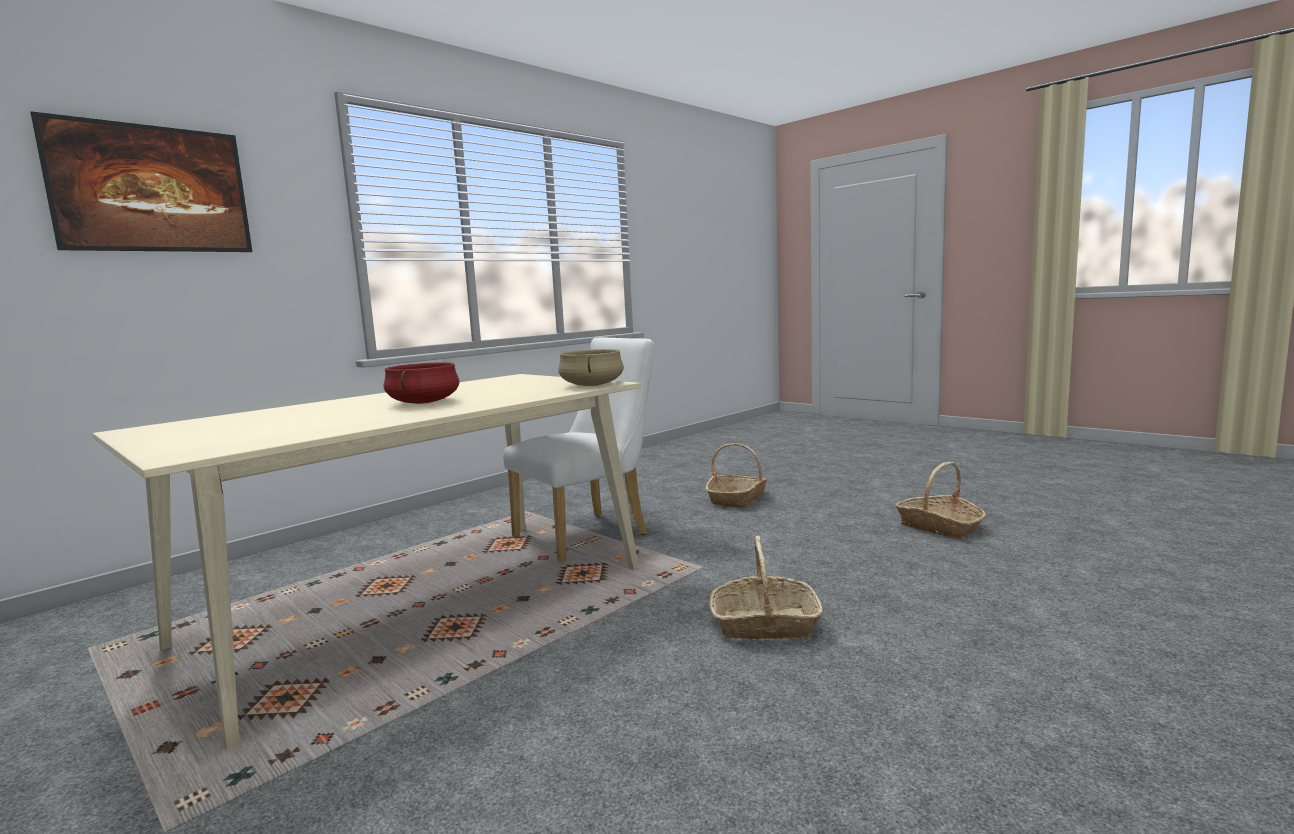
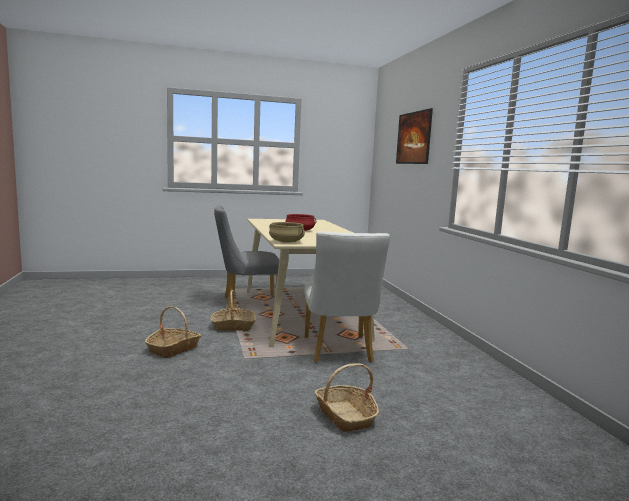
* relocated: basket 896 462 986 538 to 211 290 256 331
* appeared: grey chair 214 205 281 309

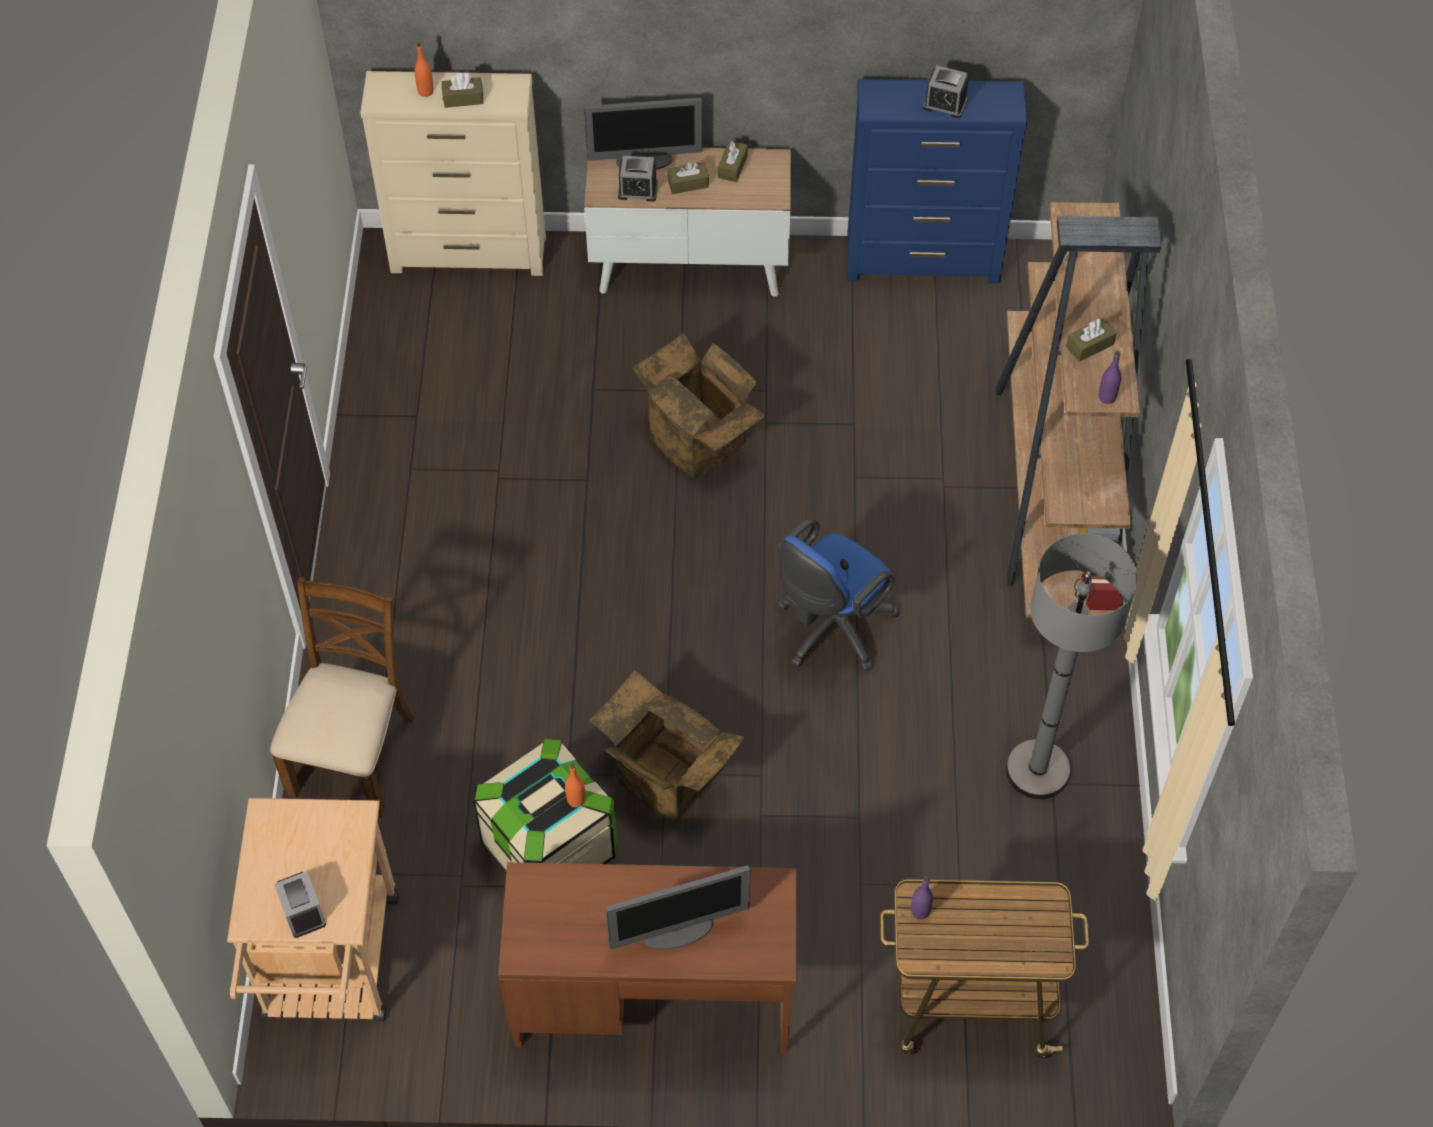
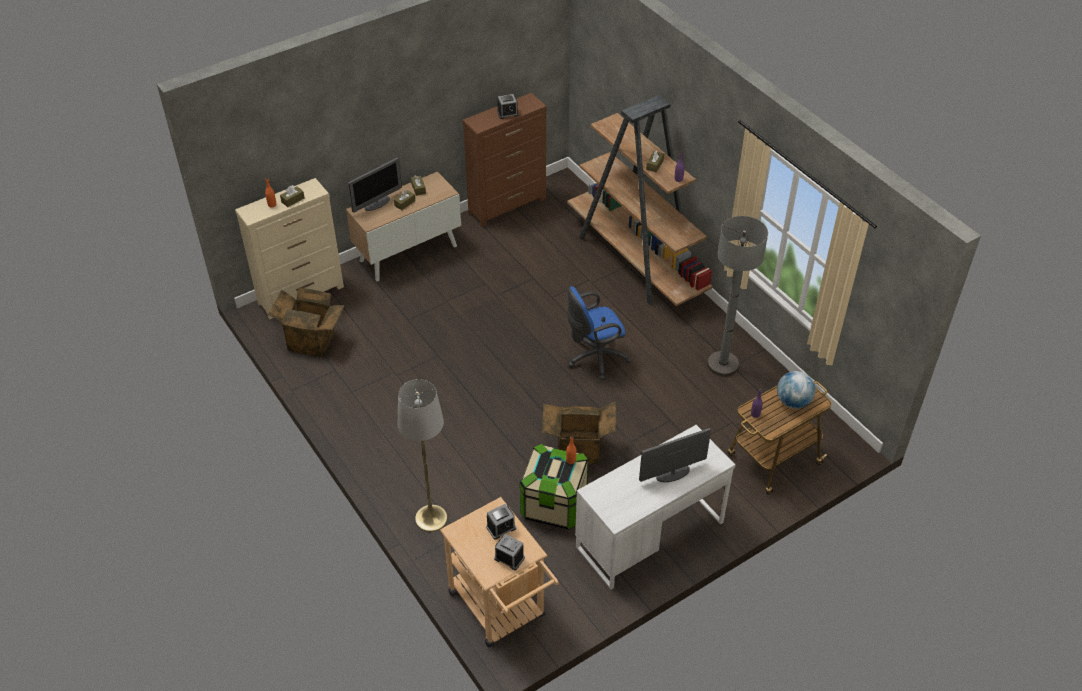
* exchanged: brown chair 270 577 414 817 to grey floor lamp 398 379 448 532
* colour: brown desk 498 862 796 1053 to white desk 575 425 735 590
* spun: monitor 605 865 751 950 = 639 428 711 482 150 degrees counterclockwise
* relocated: alarm clock 618 156 658 201 to 486 504 516 540
* relocated: cardboard box 632 333 766 479 to 268 288 345 356
* spun: blue office chair 776 518 900 672 = 567 286 632 380 60 degrees clockwise
* colour: blue dresser 847 79 1027 284 to brown dresser 463 93 547 227
* appeared: globe 777 371 815 409

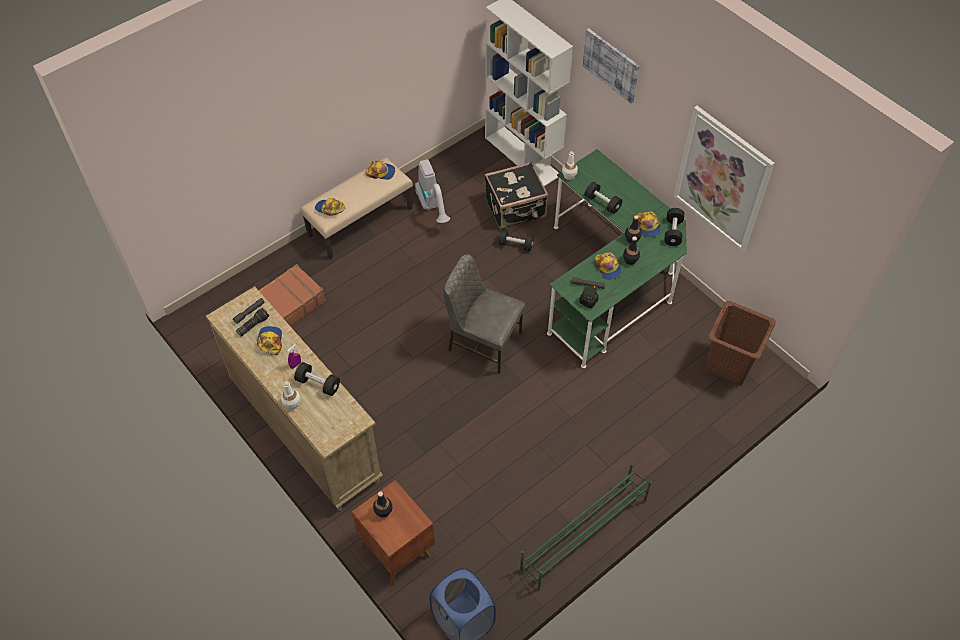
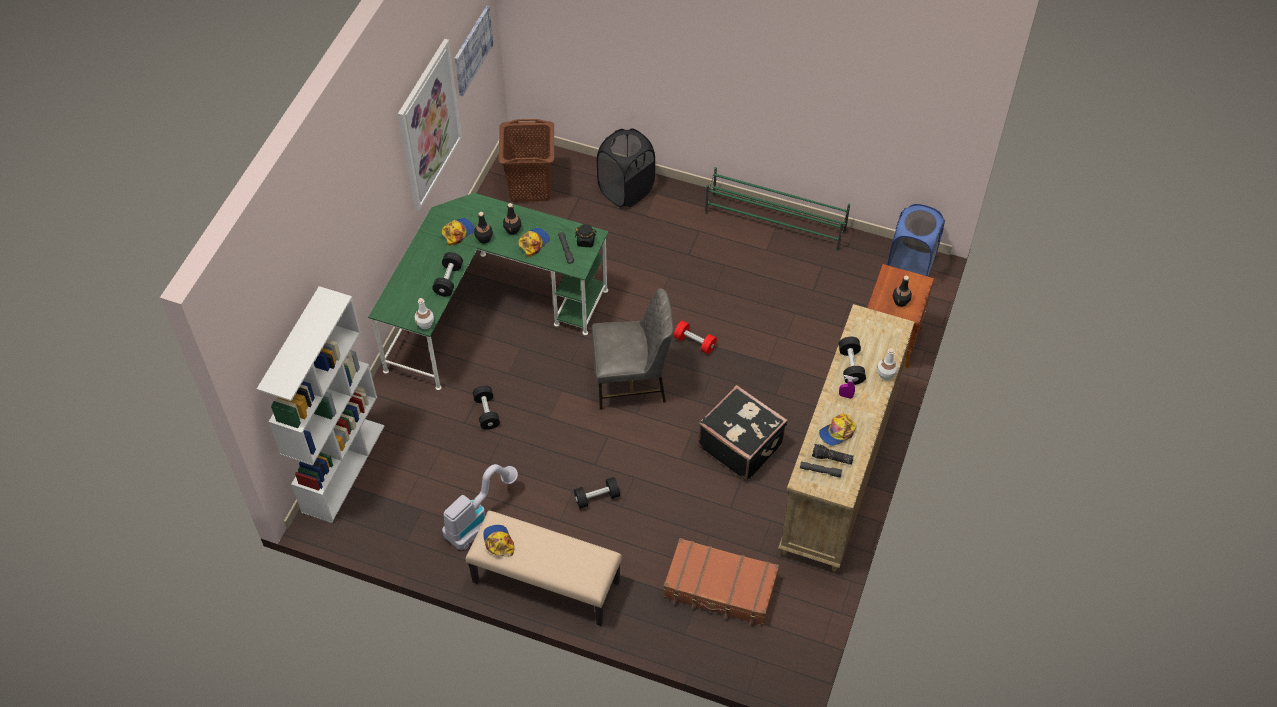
* missing: cap 315 198 345 216
* spun: grey chair 443 254 525 374 = 592 288 674 410 90 degrees counterclockwise
* relocated: black suitcase 485 162 548 229 to 698 385 788 481
* relocated: picture 582 28 639 103 to 455 6 493 96
* relocated: black dumbbell 664 208 684 246 to 574 477 620 509
* appeared: black laundry basket 597 128 655 207
* appeared: red dumbbell 674 320 717 354

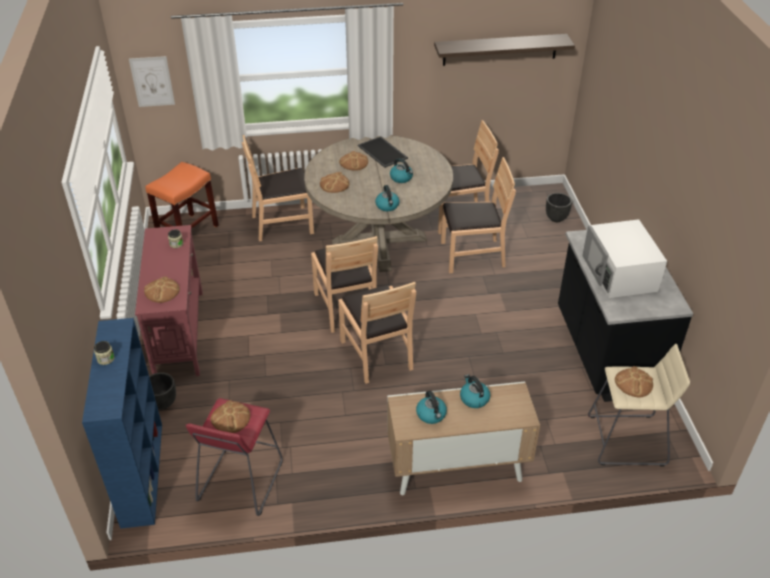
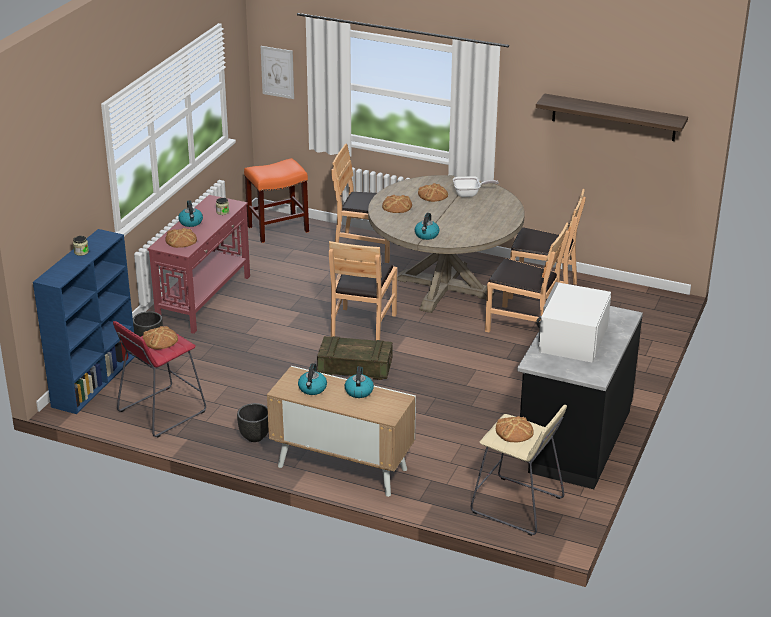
* exchanged: brown chair 338 282 416 384 to crate 317 336 393 380
* exchanged: tray 358 136 408 168 to frying pan 453 176 499 197
* relocated: kettle 390 158 413 183 to 178 200 203 227
* relocated: black planter 546 193 572 222 to 237 403 269 442

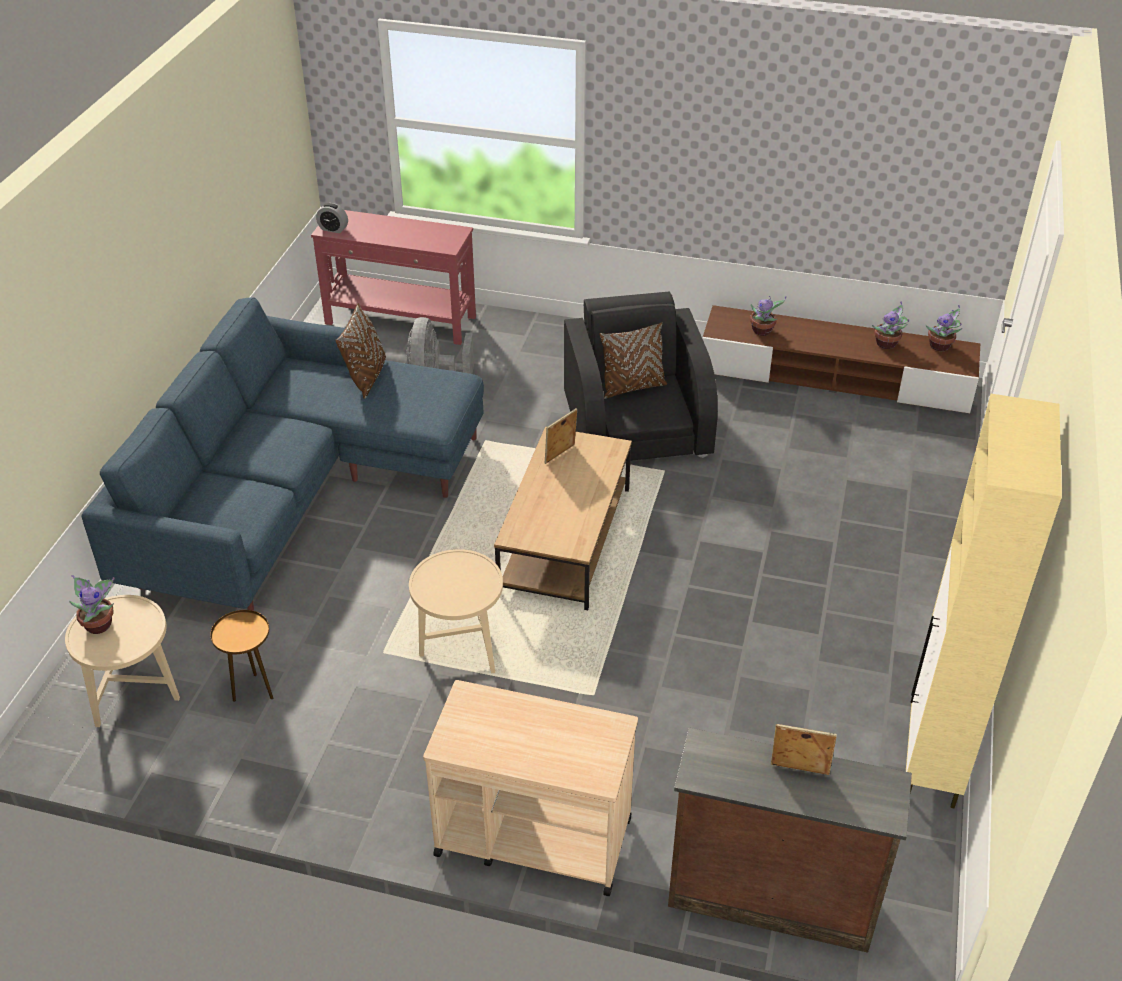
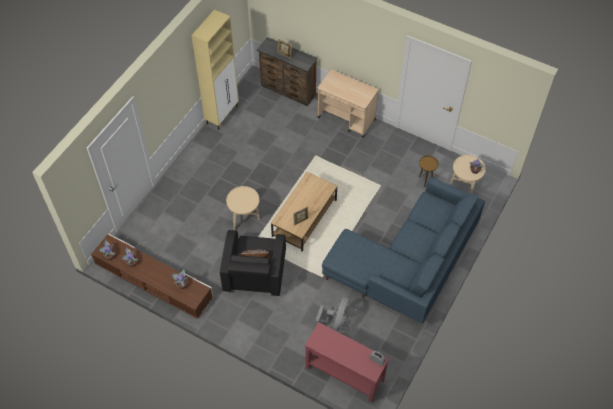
* missing: brown pillow 335 303 386 399
* relocated: beige side table 409 549 503 673 to 226 186 260 230

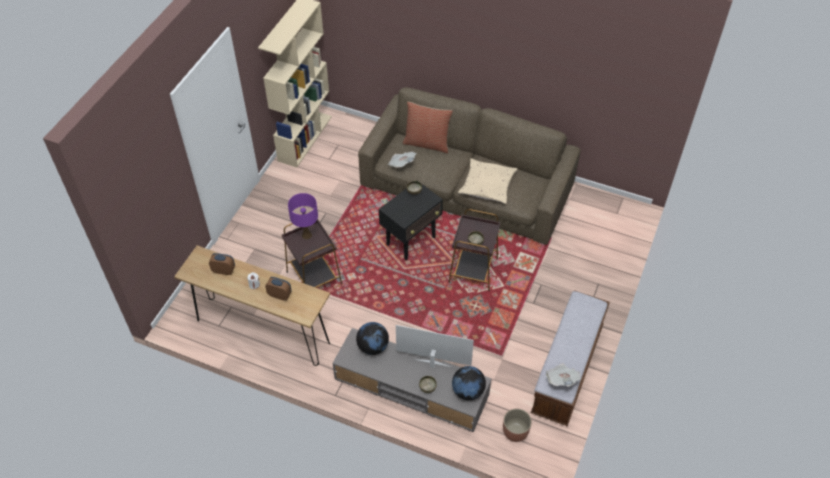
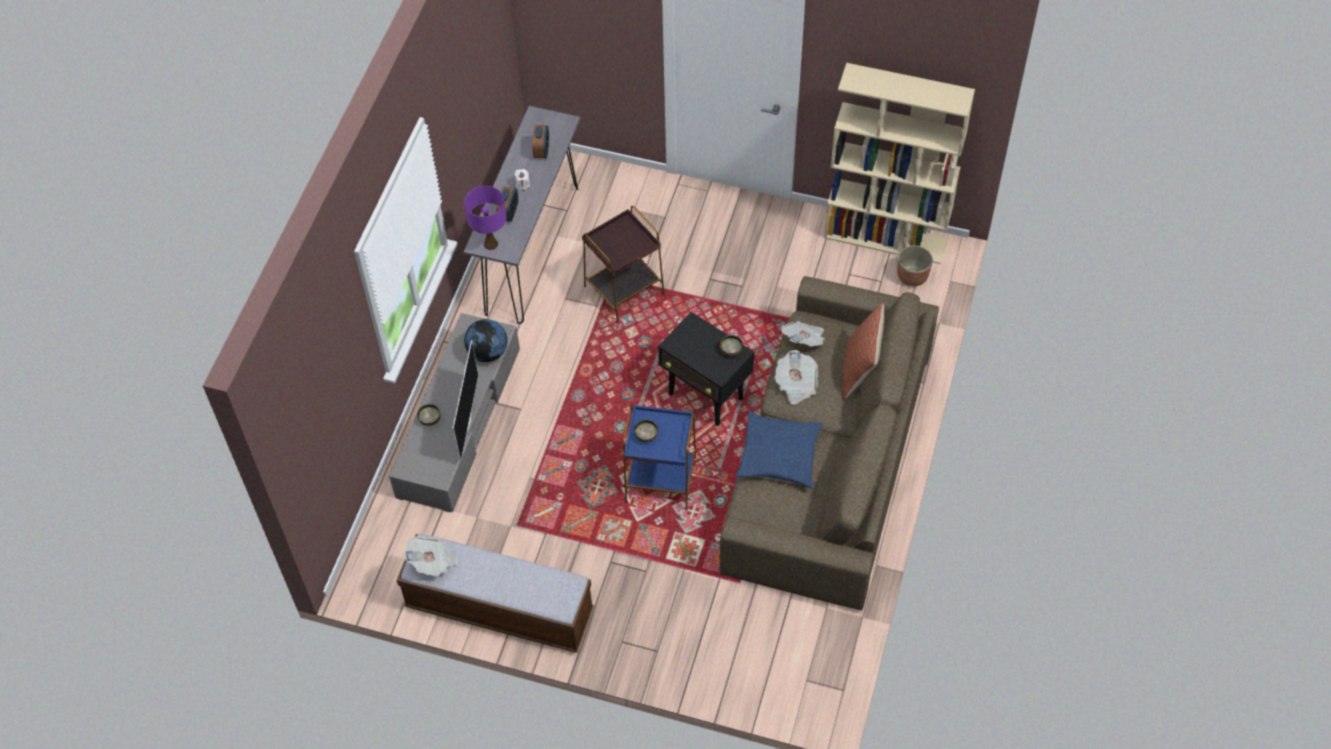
* colour: brown console table 174 245 330 366 to grey console table 464 106 580 324
* relocated: purple table lamp 288 193 318 240 to 464 186 506 250
* colour: brown side table 449 209 501 291 to blue side table 623 404 696 511
* missing: globe 452 366 486 400
* colour: beige pillow 458 158 518 204 to blue pillow 736 411 823 489
* relocated: planter 503 409 532 442 to 897 245 933 287
* appeared: newspaper 774 350 818 405

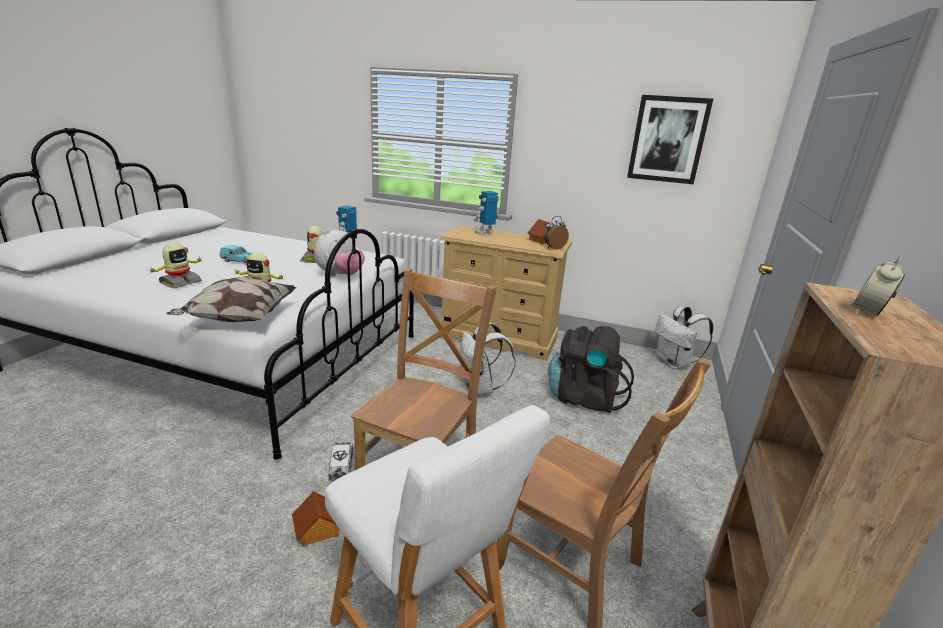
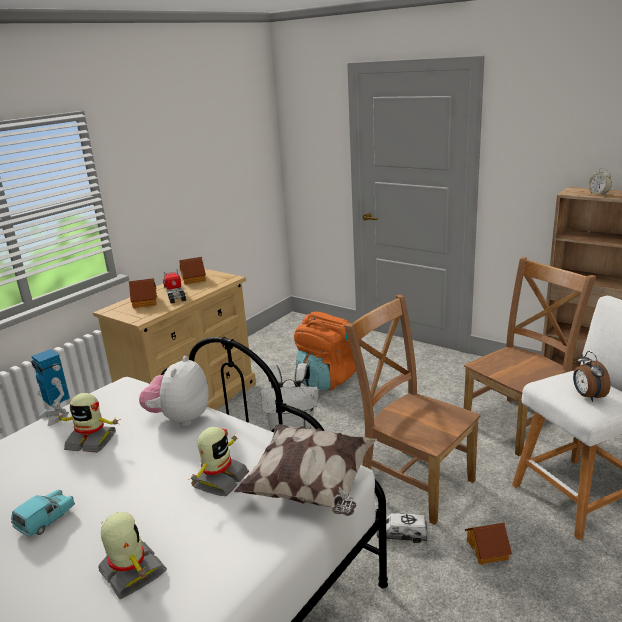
* spun: plush toy 314 227 365 276 = 139 356 209 426 135 degrees counterclockwise
* exchanged: toy robot 474 191 499 236 to toy house 128 278 157 308
* relocated: alarm clock 544 216 569 250 to 573 351 611 402
* colour: black backpack 548 326 634 413 to orange backpack 294 311 361 391
* missing: picture 627 95 713 184
* missing: white backpack 655 306 713 369
* appeared: toy truck 163 270 186 304

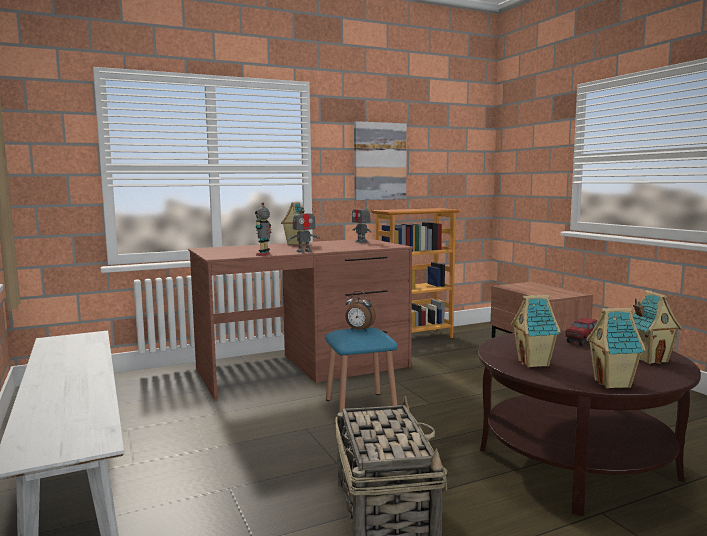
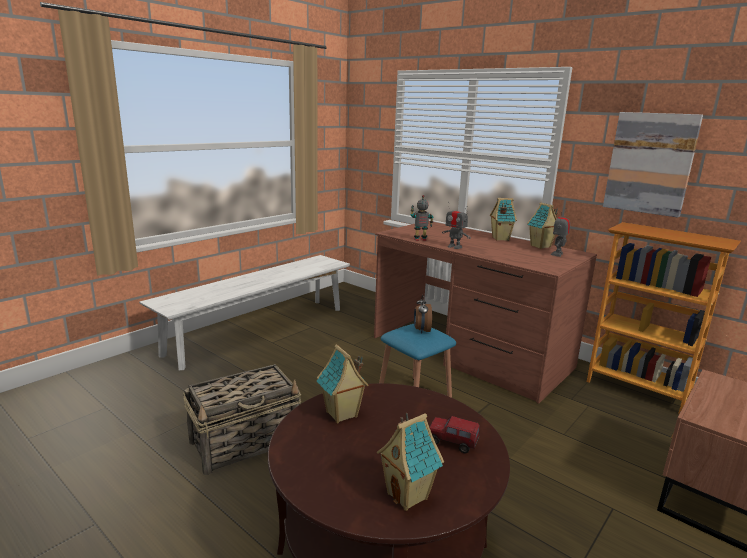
* relocated: toy house 586 308 646 389 to 527 202 558 249

